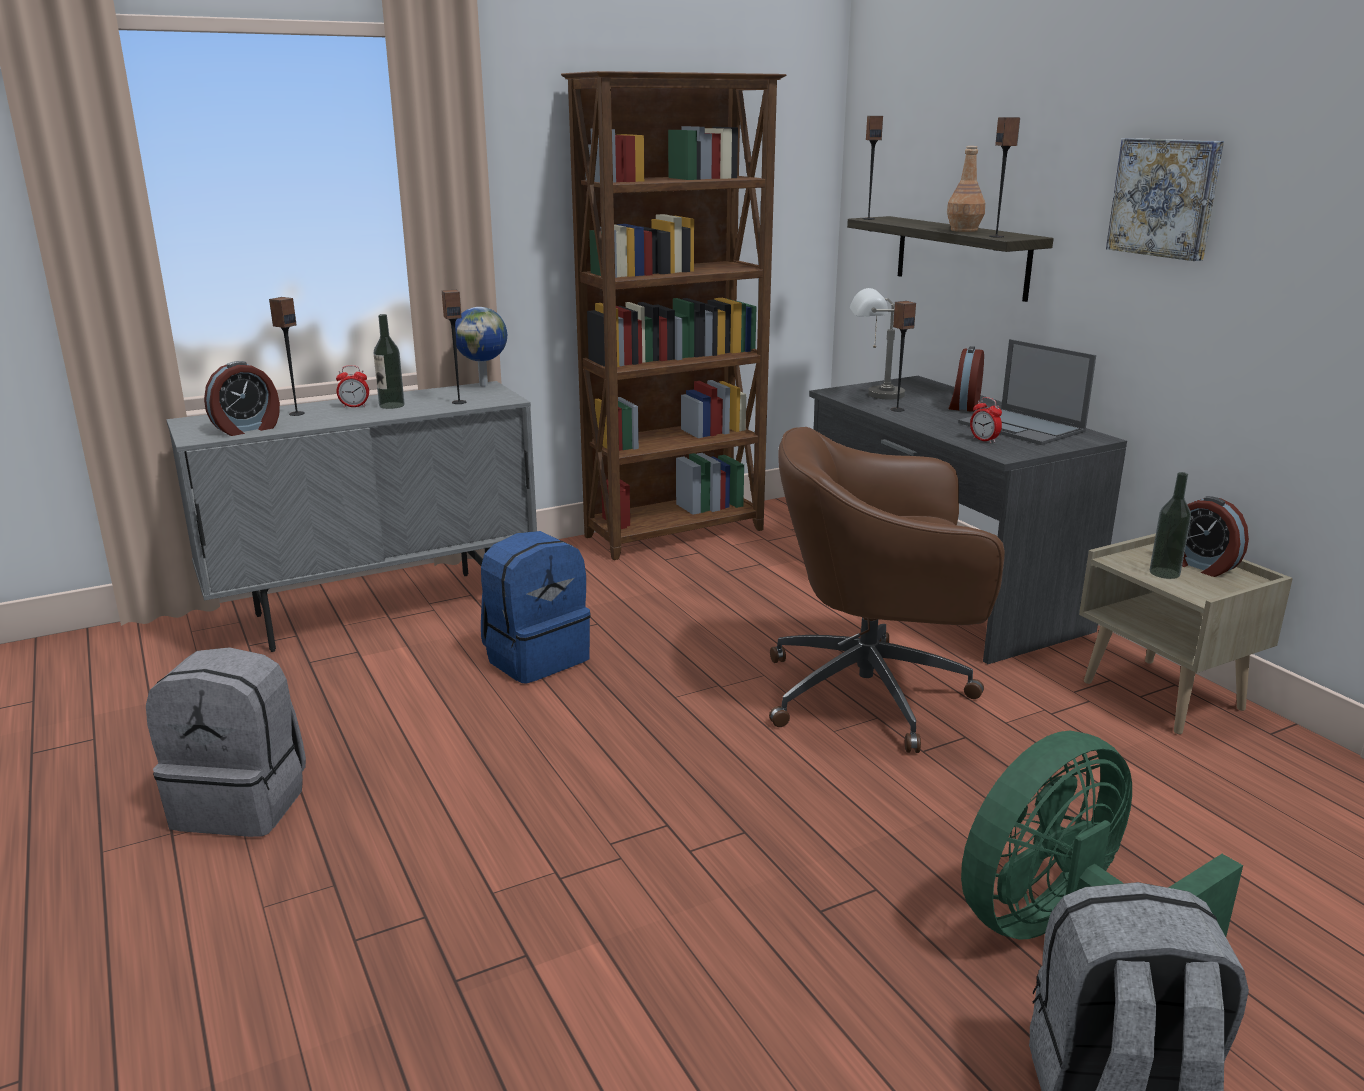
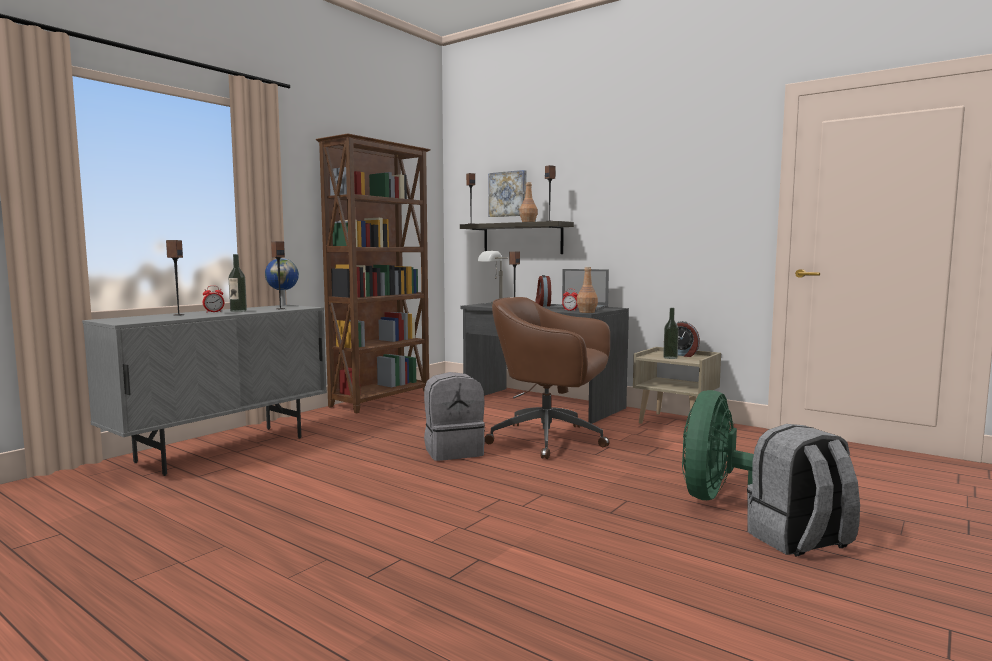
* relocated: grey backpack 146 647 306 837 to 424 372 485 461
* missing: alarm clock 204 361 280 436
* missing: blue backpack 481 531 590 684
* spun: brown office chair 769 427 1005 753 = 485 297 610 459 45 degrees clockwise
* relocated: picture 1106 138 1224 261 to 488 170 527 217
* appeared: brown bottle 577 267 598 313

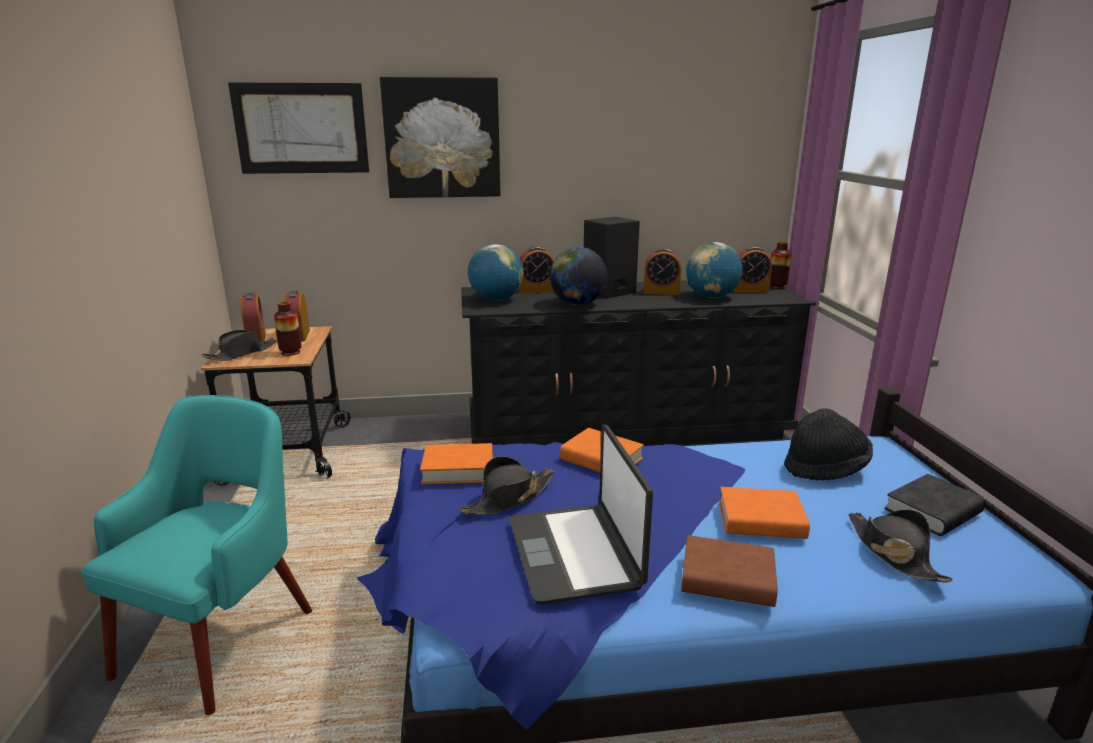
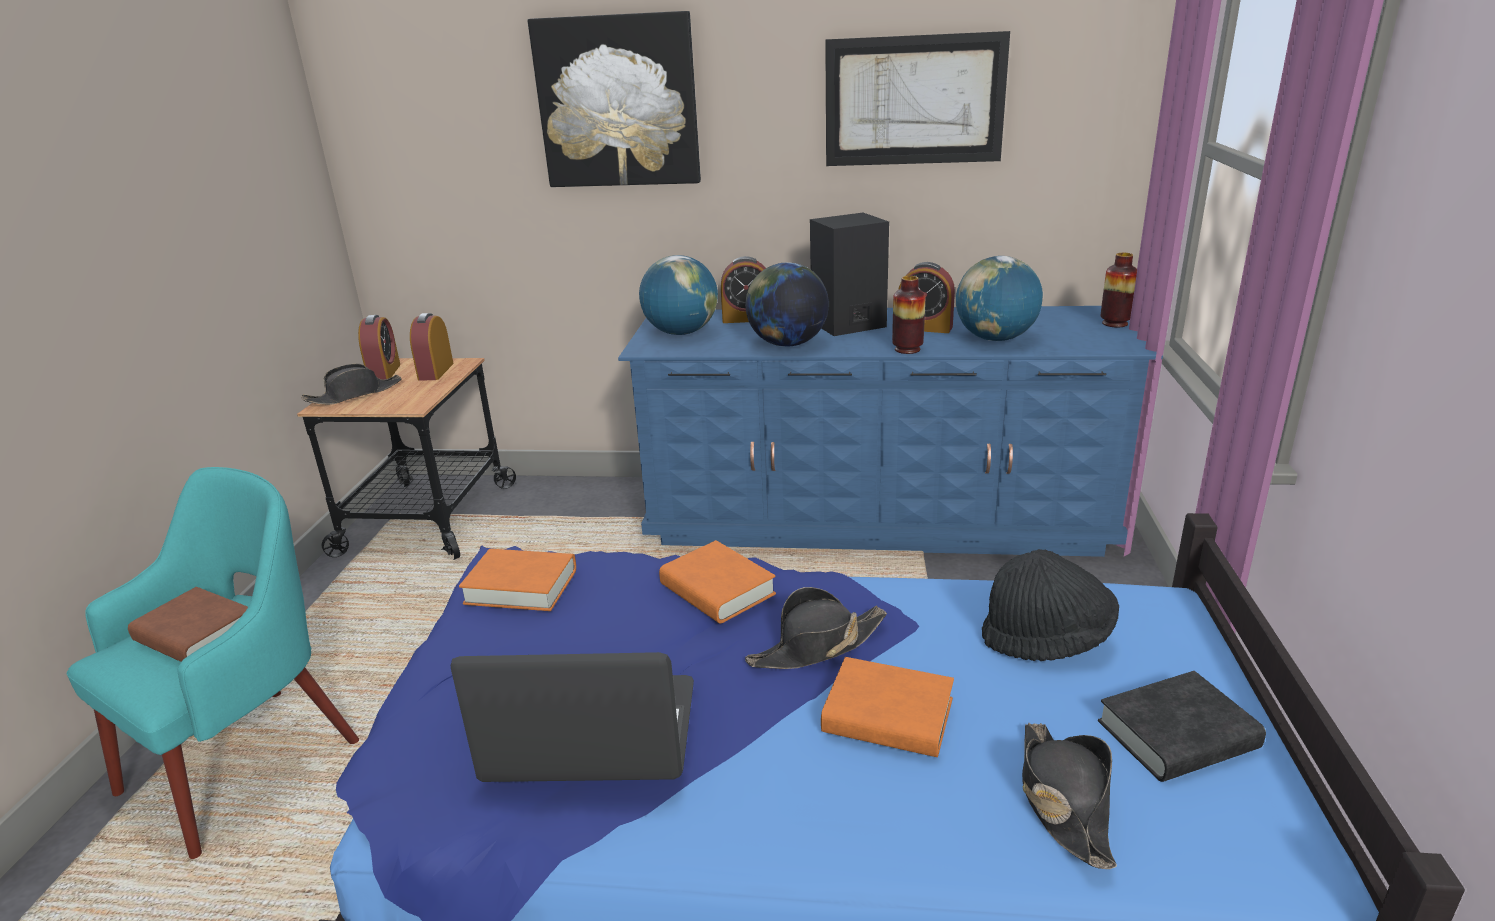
* relocated: picture 228 82 369 174 to 825 31 1010 166
* relocated: vase 274 301 302 356 to 892 276 925 354
* relocated: black hat 459 456 555 515 to 745 587 887 669
* colour: black dresser 461 280 819 446 to blue dresser 618 306 1163 557
* spun: laptop 509 424 653 604 = 451 652 694 782 90 degrees clockwise
* relocated: brown book 681 535 778 607 to 128 587 248 662
* missing: alarm clock 733 246 772 293

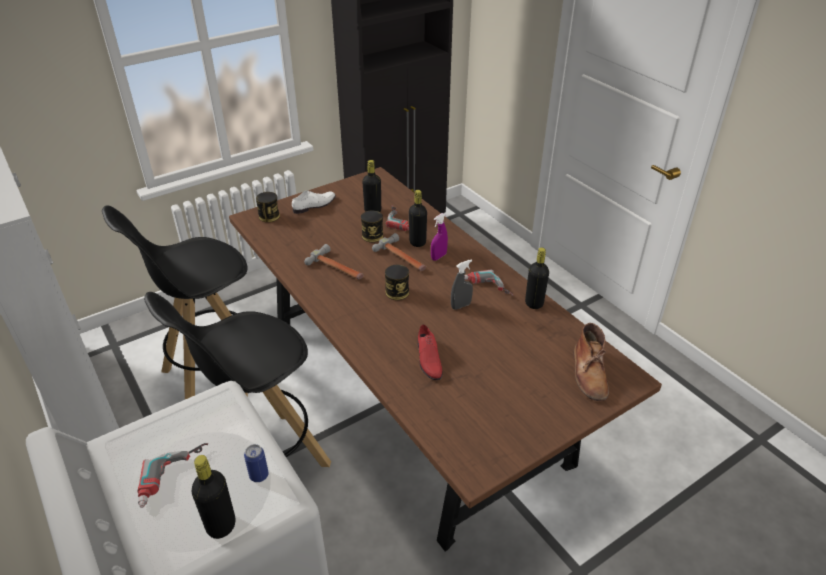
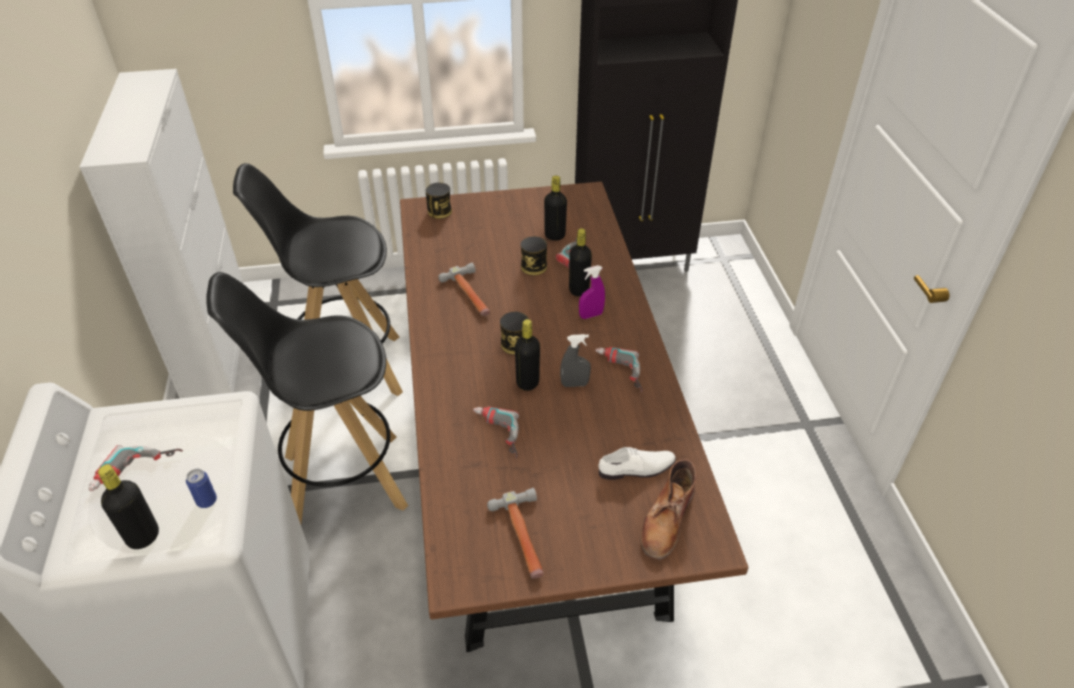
* relocated: white shoe 292 191 336 214 to 598 447 676 480
* relocated: hammer 372 233 426 271 to 487 488 544 579
* exchanged: red shoe 418 325 443 380 to power drill 473 406 519 458
* relocated: black bottle 525 247 549 309 to 515 319 540 391

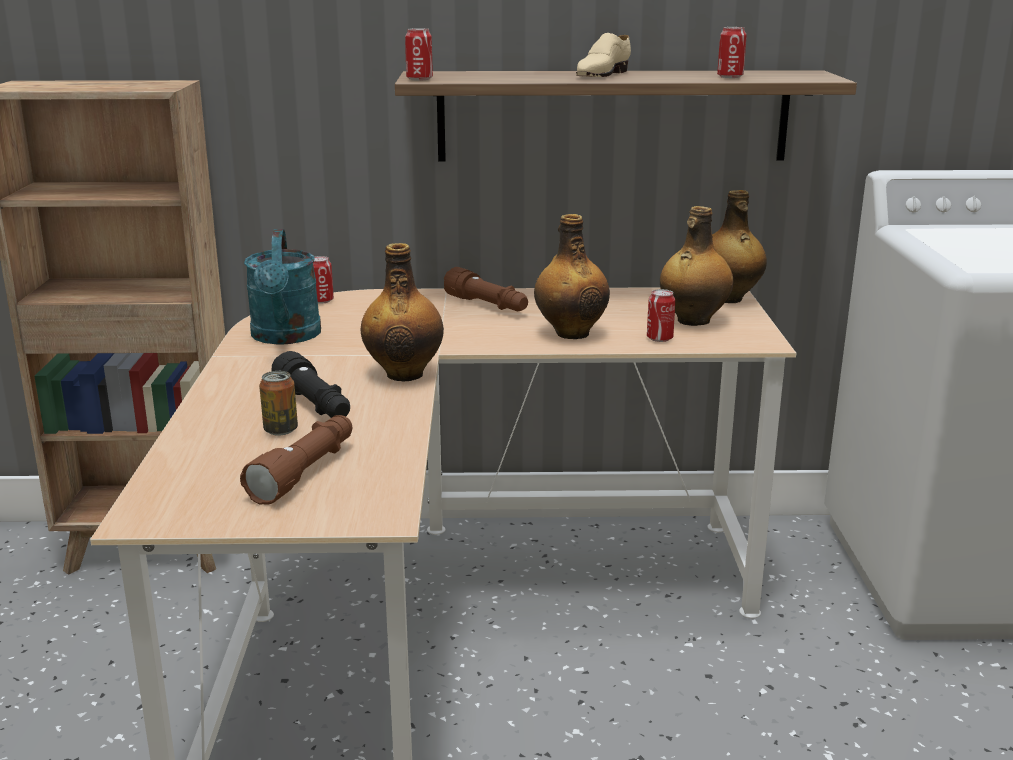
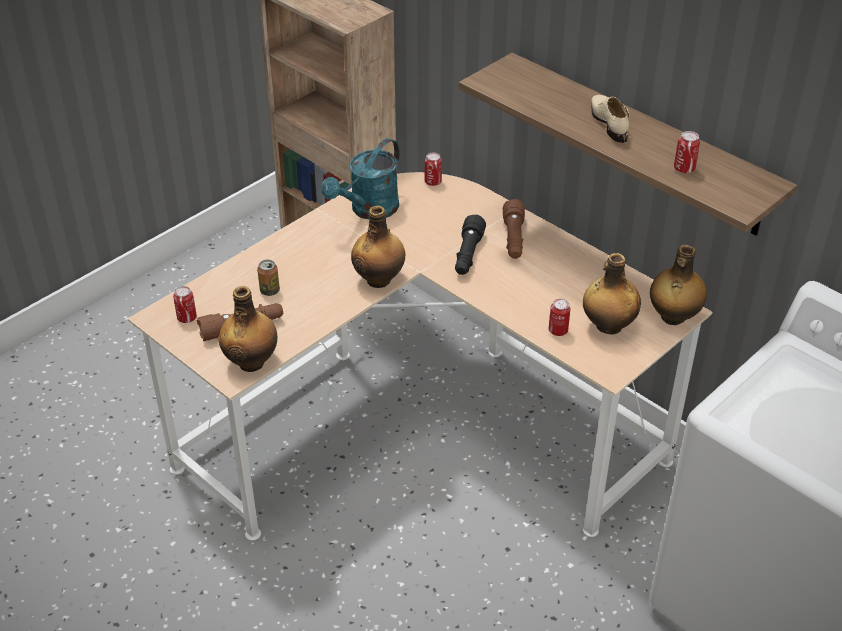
* relocated: black flashlight 271 351 350 418 to 455 215 486 275
* relocated: can 405 28 433 80 to 173 286 197 323
* relocated: bottle 534 214 610 339 to 219 286 277 372
* spun: beige shoe 576 33 631 77 = 591 95 629 143 90 degrees clockwise

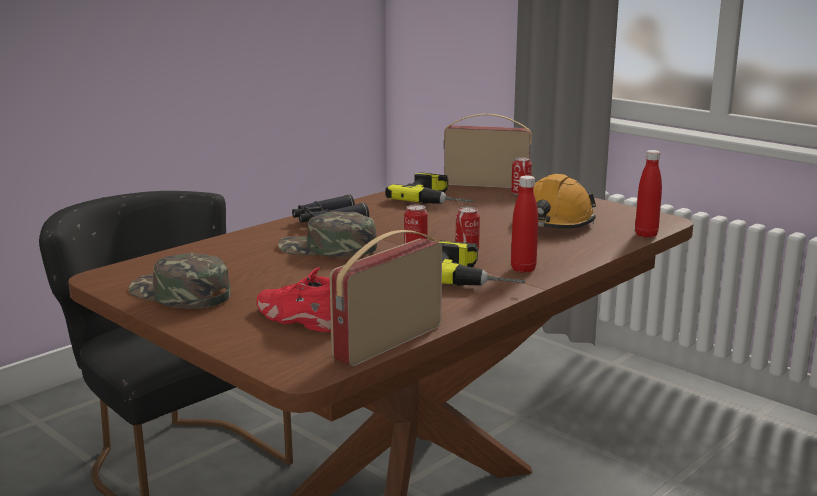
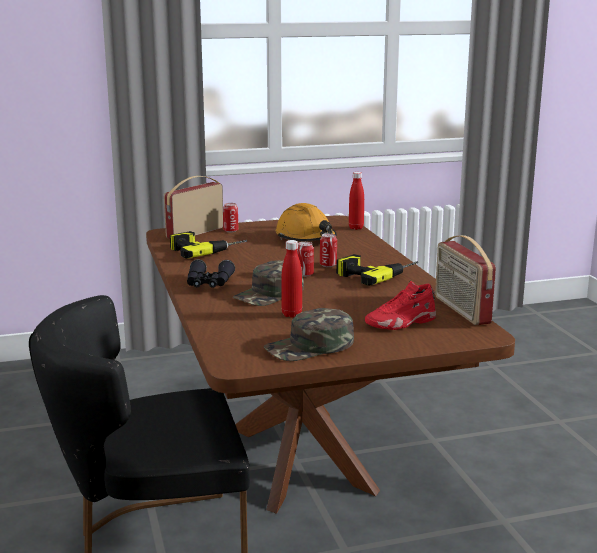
* relocated: red bottle 511 175 538 273 to 282 240 302 318

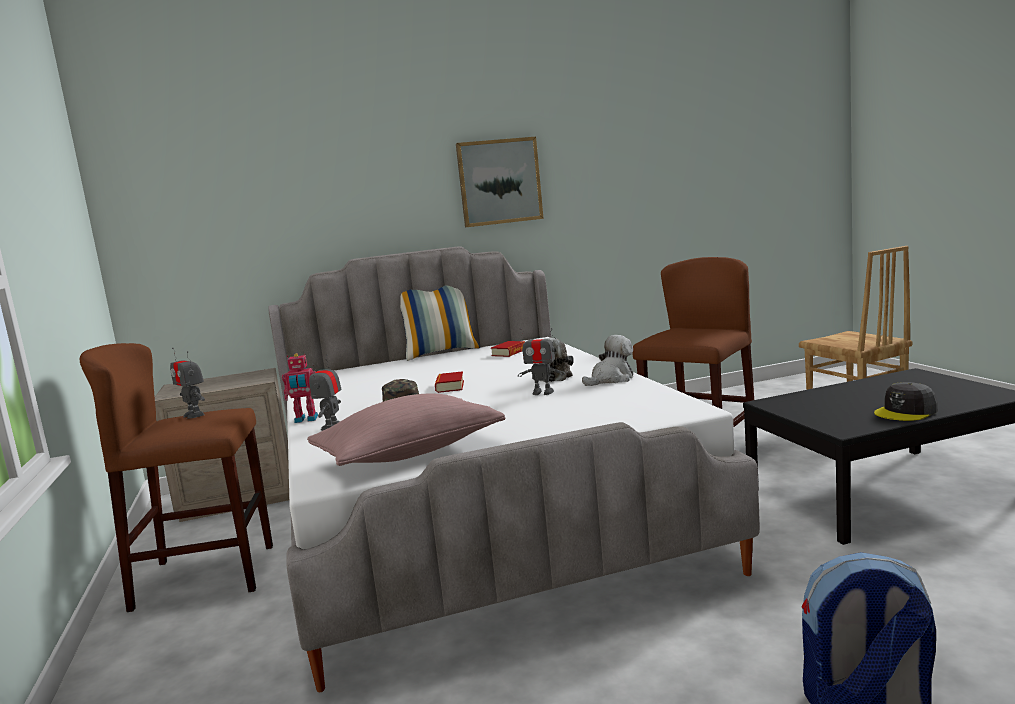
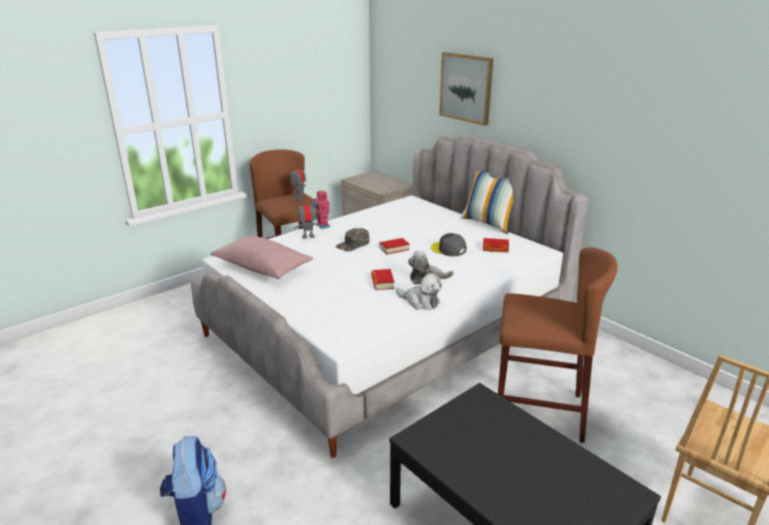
* relocated: picture 456 137 544 227 to 439 52 493 126
* exchanged: toy robot 518 328 566 395 to book 371 269 395 290
* relocated: grey cap 874 382 938 421 to 431 233 466 256

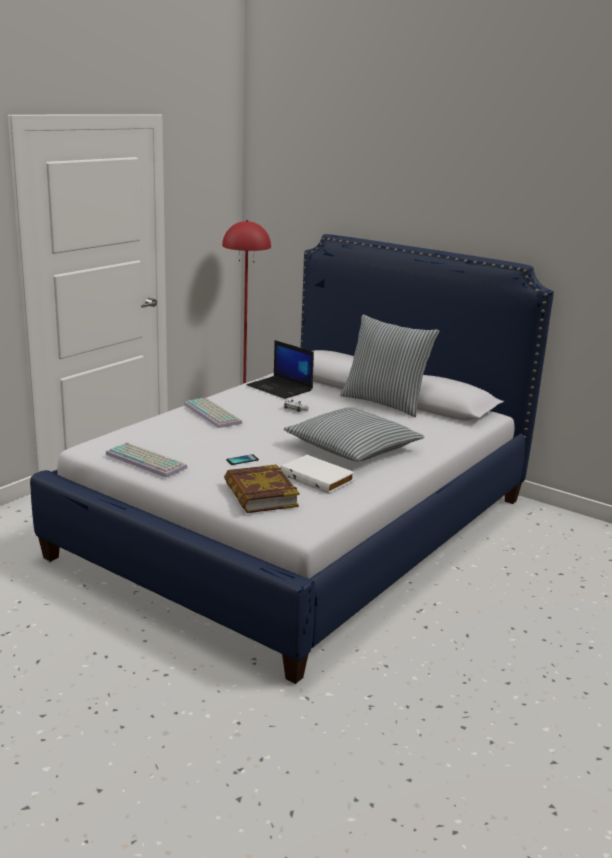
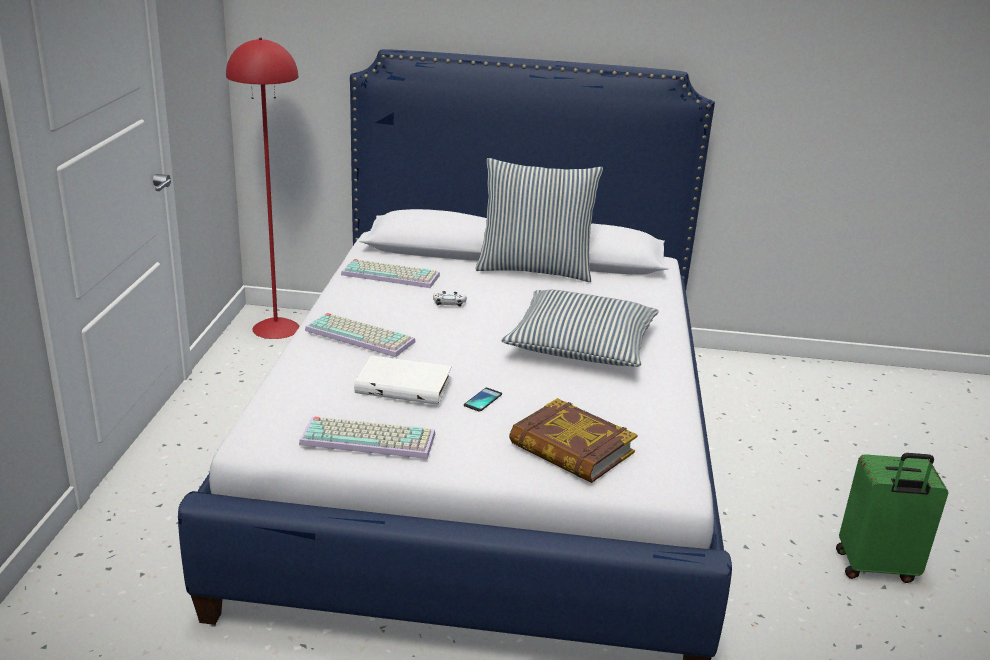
* exchanged: laptop 246 340 314 399 to keyboard 341 259 440 288
* relocated: white book 280 455 355 494 to 354 355 452 405
* appeared: green suitcase 836 453 948 583

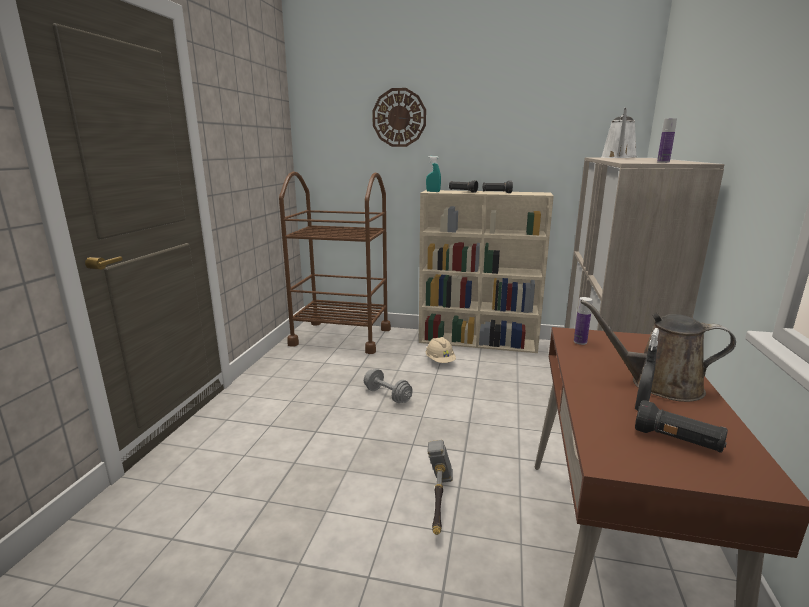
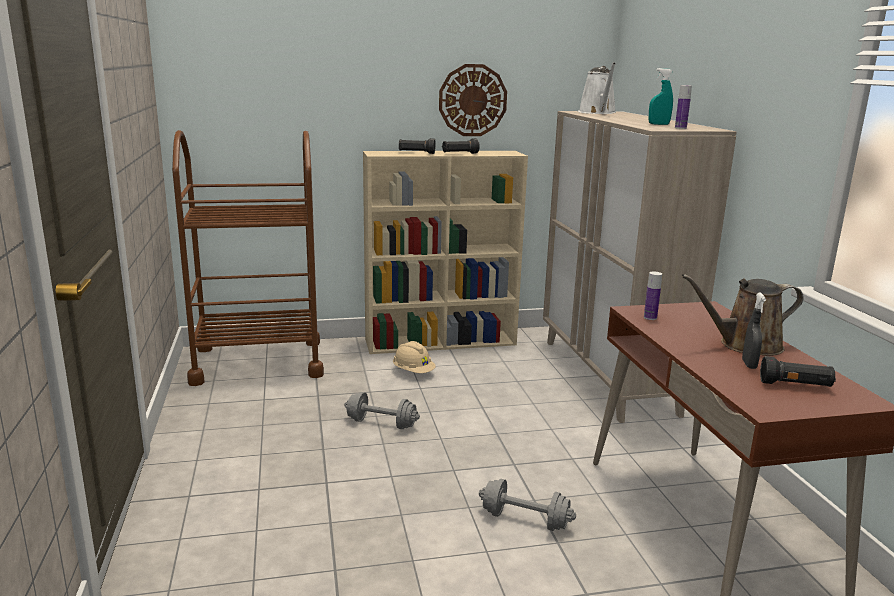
* relocated: wall clock 372 88 426 147 to 439 64 507 136
* relocated: turquoise spray bottle 426 156 441 192 to 649 68 673 125
* exchanged: hammer 427 440 453 535 to grey dumbbell 479 479 576 531

